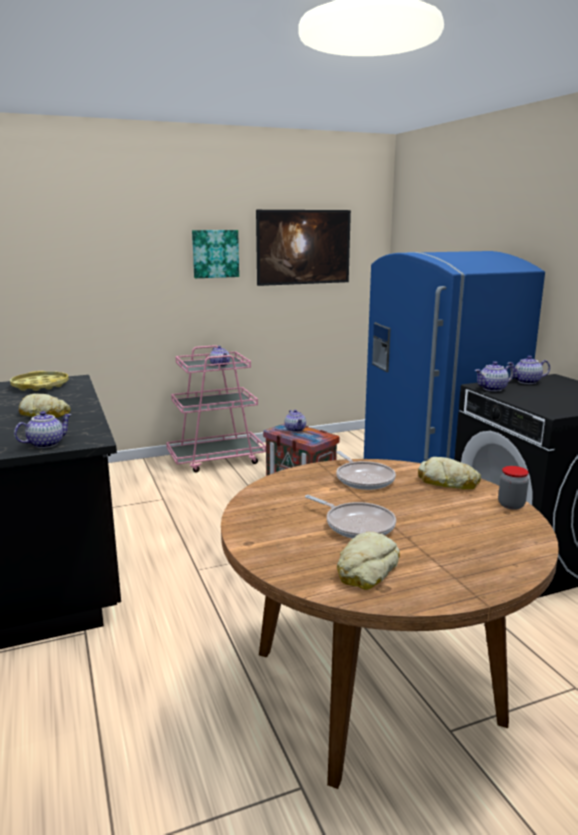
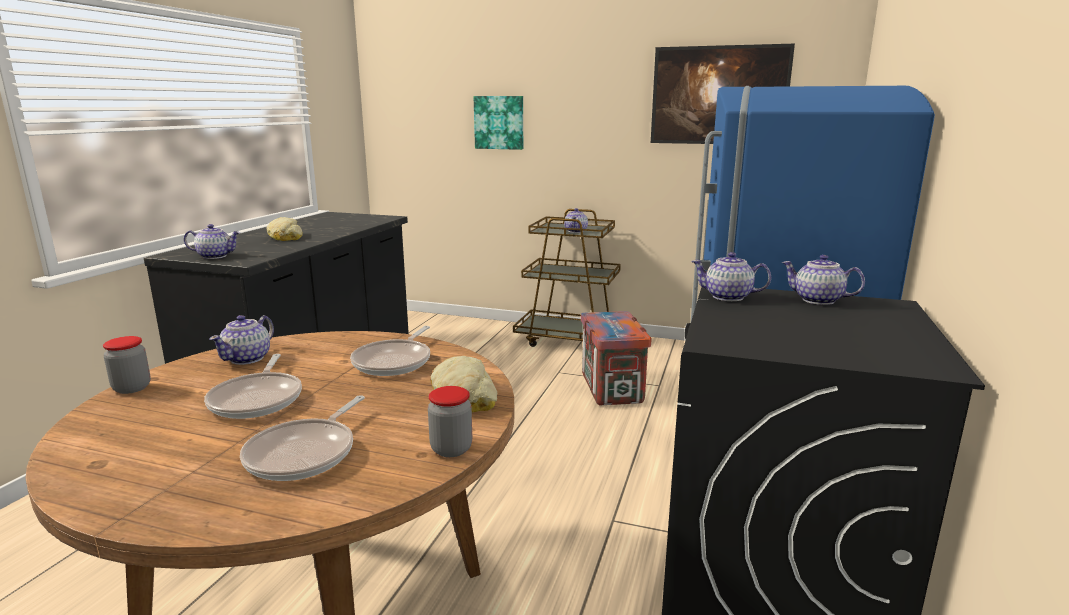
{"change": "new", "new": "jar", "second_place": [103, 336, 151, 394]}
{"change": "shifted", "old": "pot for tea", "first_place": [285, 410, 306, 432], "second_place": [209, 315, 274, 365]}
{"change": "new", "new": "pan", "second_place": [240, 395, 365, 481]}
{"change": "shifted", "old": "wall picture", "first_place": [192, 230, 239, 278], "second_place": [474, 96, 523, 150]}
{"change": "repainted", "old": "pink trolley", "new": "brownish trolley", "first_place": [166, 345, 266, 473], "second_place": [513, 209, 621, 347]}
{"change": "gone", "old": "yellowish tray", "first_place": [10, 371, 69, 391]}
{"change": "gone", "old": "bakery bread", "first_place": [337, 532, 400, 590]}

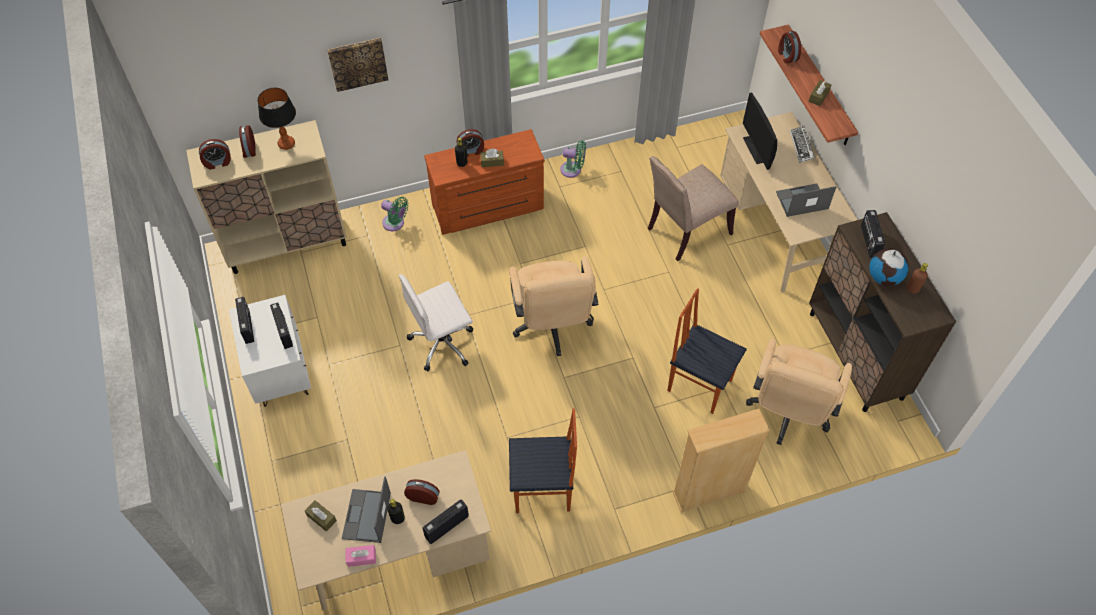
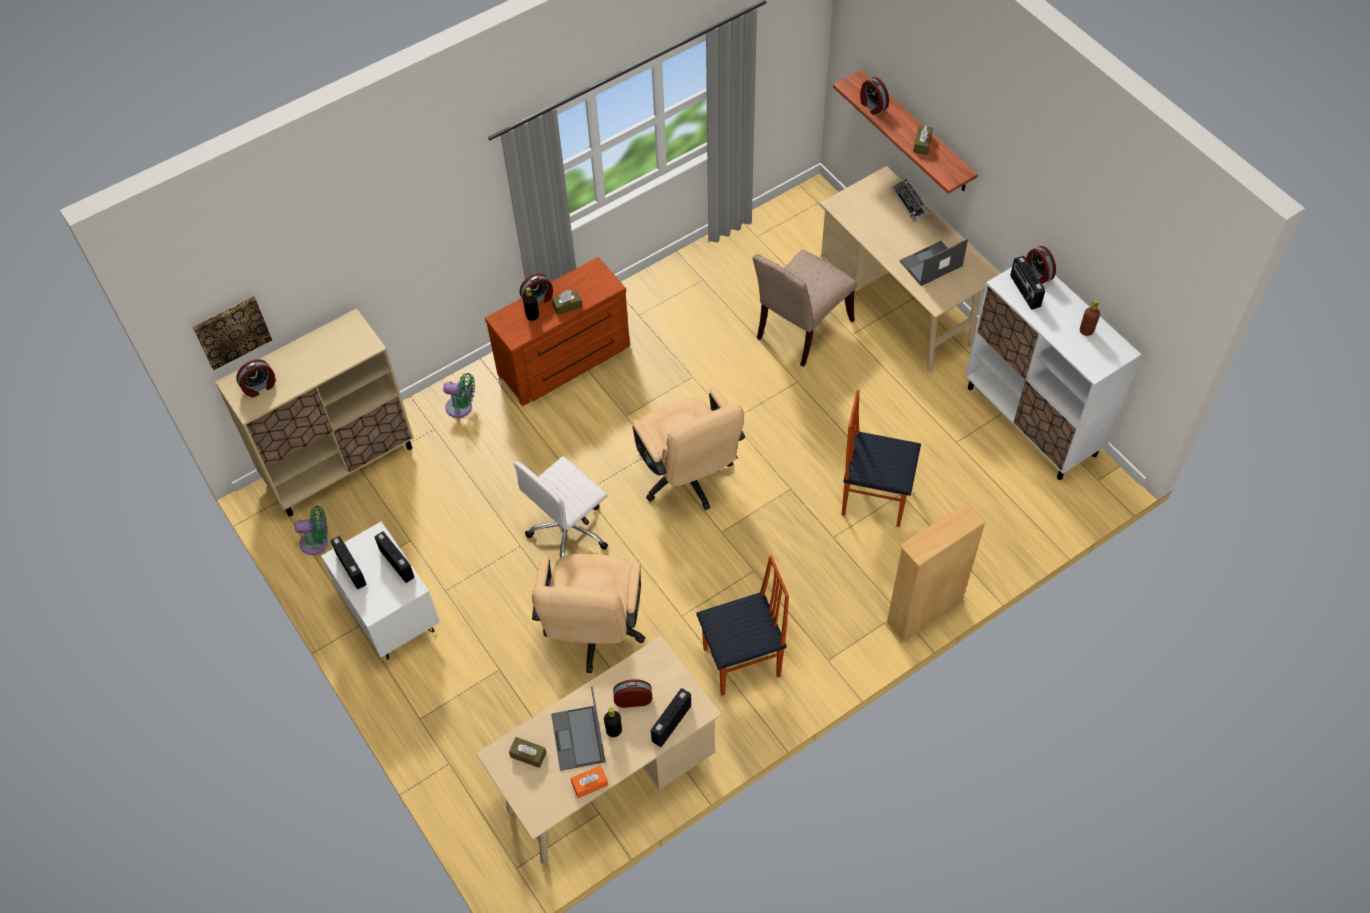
{"change": "shifted", "old": "wall picture", "first_place": [327, 38, 388, 92], "second_place": [192, 296, 272, 370]}
{"change": "shifted", "old": "green fan", "first_place": [560, 140, 586, 178], "second_place": [295, 506, 328, 555]}
{"change": "shifted", "old": "beige-coloured computer chair", "first_place": [746, 338, 852, 445], "second_place": [532, 554, 645, 673]}
{"change": "repainted", "old": "pink tissue holder", "new": "orange tissue holder", "first_place": [345, 545, 376, 567], "second_place": [571, 765, 608, 798]}
{"change": "repainted", "old": "brownish storage cabinet", "new": "white storage cabinet", "first_place": [809, 212, 956, 412], "second_place": [965, 267, 1141, 480]}
{"change": "shifted", "old": "bedside clock", "first_place": [239, 125, 256, 158], "second_place": [1026, 246, 1056, 284]}
{"change": "gone", "old": "lamp for a table", "first_place": [258, 88, 296, 150]}
{"change": "gone", "old": "computer screen", "first_place": [743, 93, 777, 170]}
{"change": "gone", "old": "globe", "first_place": [869, 249, 909, 286]}

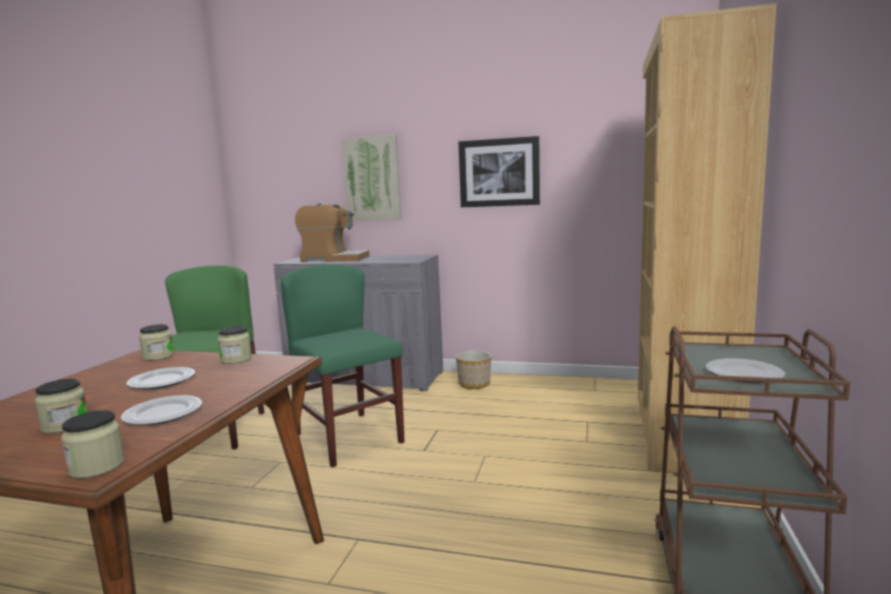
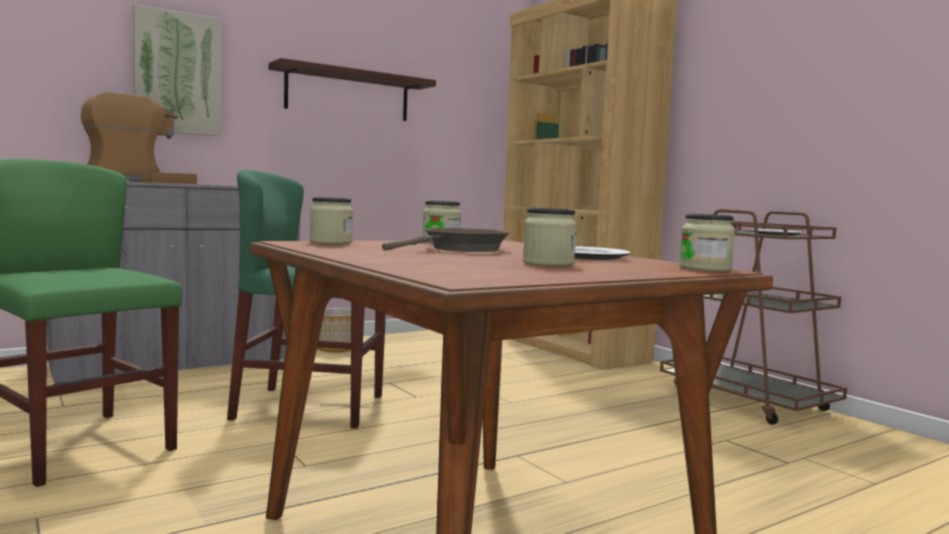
{"change": "swapped", "old": "wall picture", "new": "wall shelf", "first_place": [458, 136, 540, 207], "second_place": [269, 58, 436, 121]}
{"change": "swapped", "old": "dinner plate", "new": "brownish pan", "first_place": [126, 367, 195, 390], "second_place": [382, 228, 510, 252]}

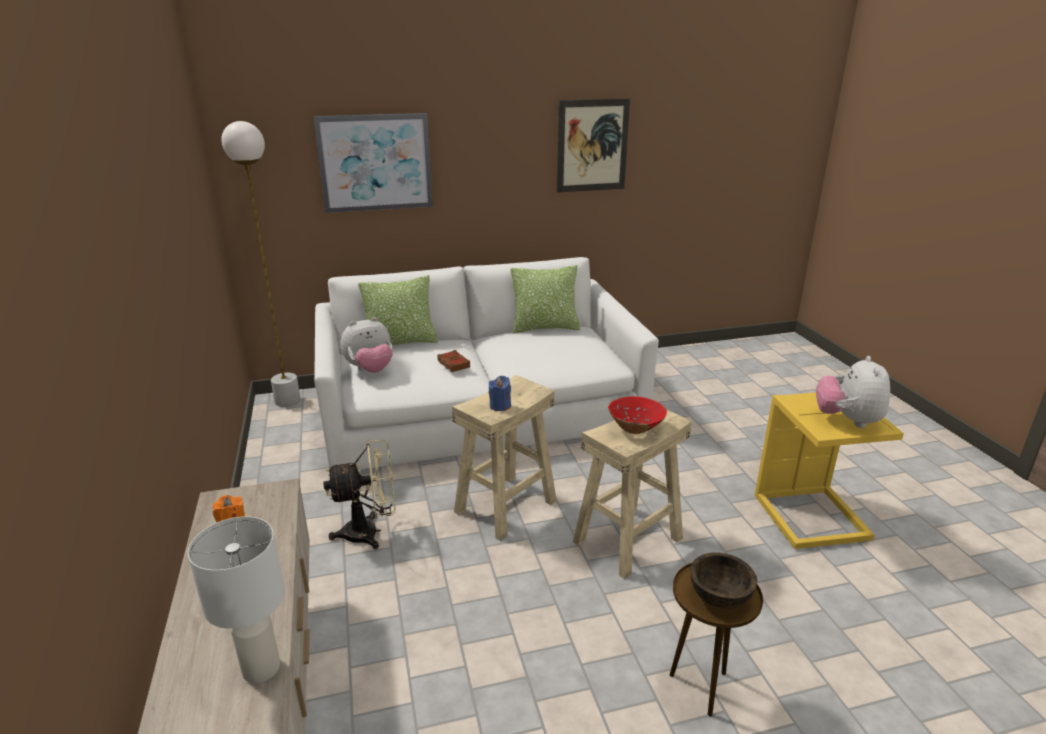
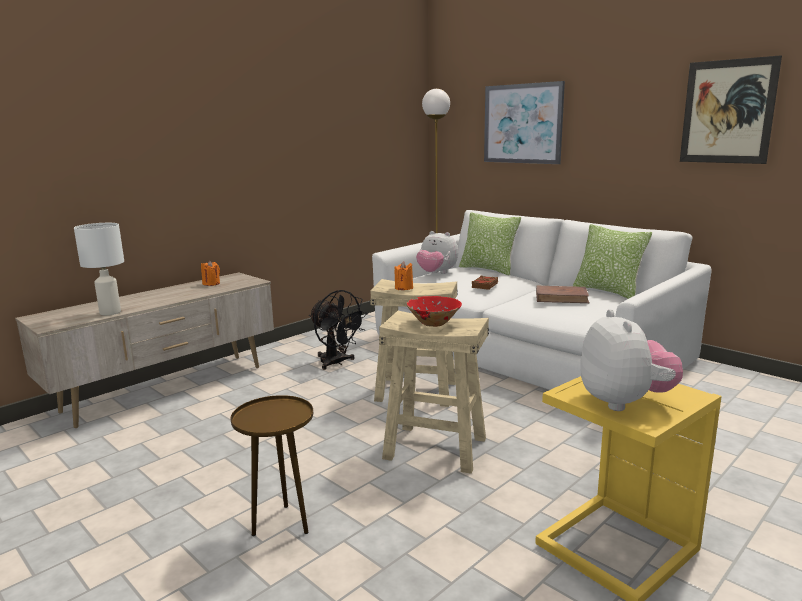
{"change": "repainted", "old": "beige-coloured fan", "new": "blackish fan", "first_place": [323, 439, 396, 549], "second_place": [309, 290, 368, 370]}
{"change": "repainted", "old": "bluish wax candle", "new": "orange wax candle", "first_place": [489, 376, 511, 411], "second_place": [394, 262, 413, 290]}
{"change": "new", "new": "brownish volume", "second_place": [536, 286, 590, 303]}
{"change": "rotated", "old": "plush toy", "first_place": [816, 356, 890, 428], "second_place": [580, 309, 683, 411], "degrees": 105}
{"change": "gone", "old": "brownish bowl", "first_place": [690, 553, 757, 609]}

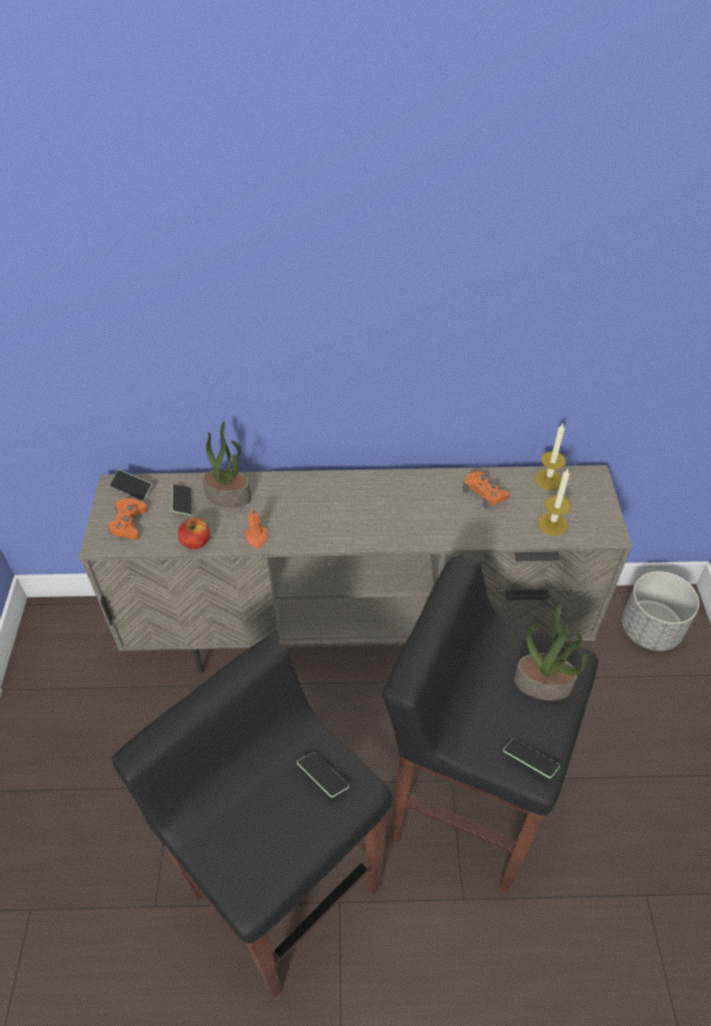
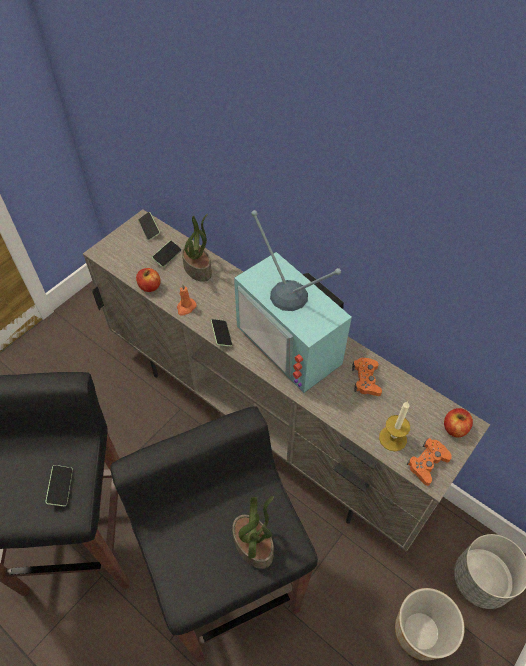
{"change": "shifted", "old": "handset", "first_place": [503, 739, 560, 778], "second_place": [211, 319, 233, 346]}
{"change": "new", "new": "television", "second_place": [234, 210, 352, 393]}
{"change": "new", "new": "plant pot", "second_place": [395, 588, 465, 661]}
{"change": "shifted", "old": "orange joypad", "first_place": [107, 498, 148, 540], "second_place": [407, 438, 452, 486]}
{"change": "new", "new": "whole apple", "second_place": [444, 408, 473, 438]}
{"change": "gone", "old": "wax candle", "first_place": [534, 424, 566, 490]}

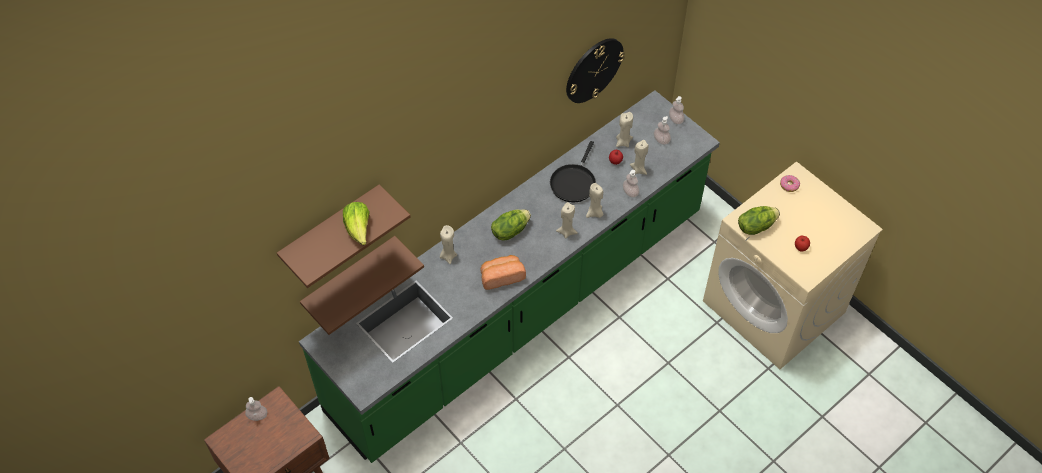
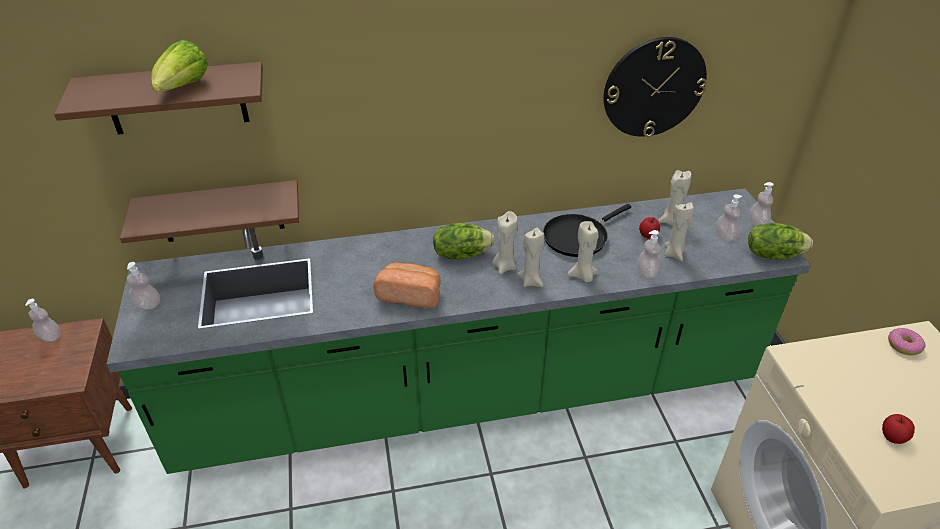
{"change": "new", "new": "soap dispenser", "second_place": [127, 262, 160, 310]}
{"change": "shifted", "old": "beige-coloured wax candle", "first_place": [440, 225, 457, 264], "second_place": [492, 211, 518, 274]}
{"change": "shifted", "old": "lettuce", "first_place": [738, 206, 780, 235], "second_place": [748, 223, 813, 259]}

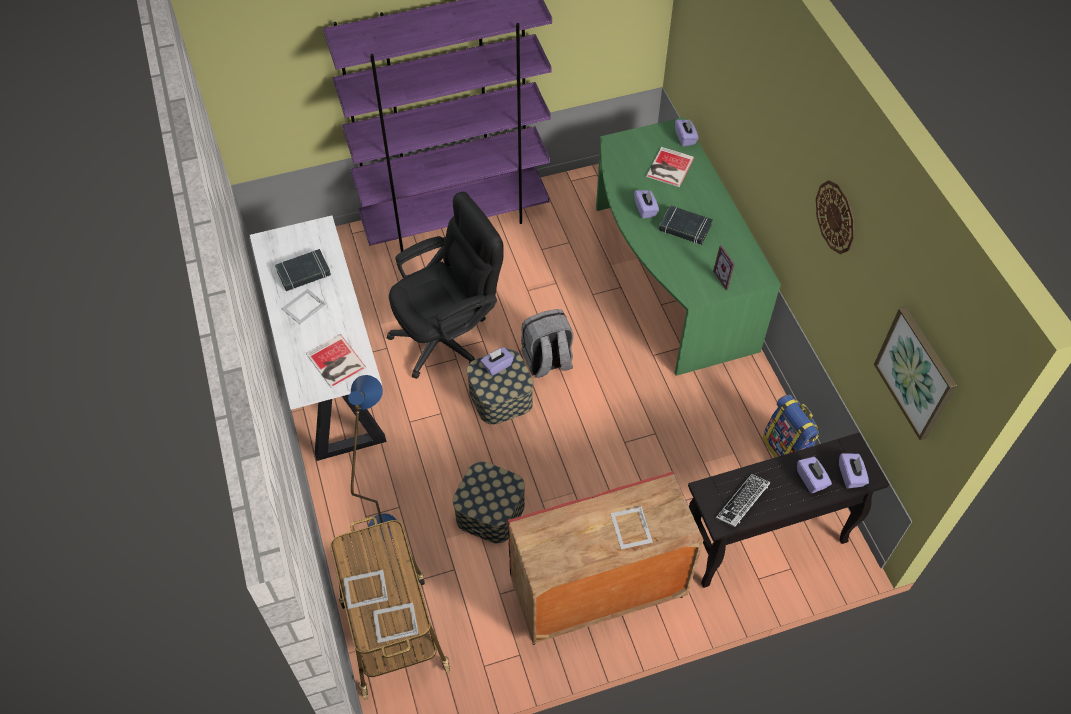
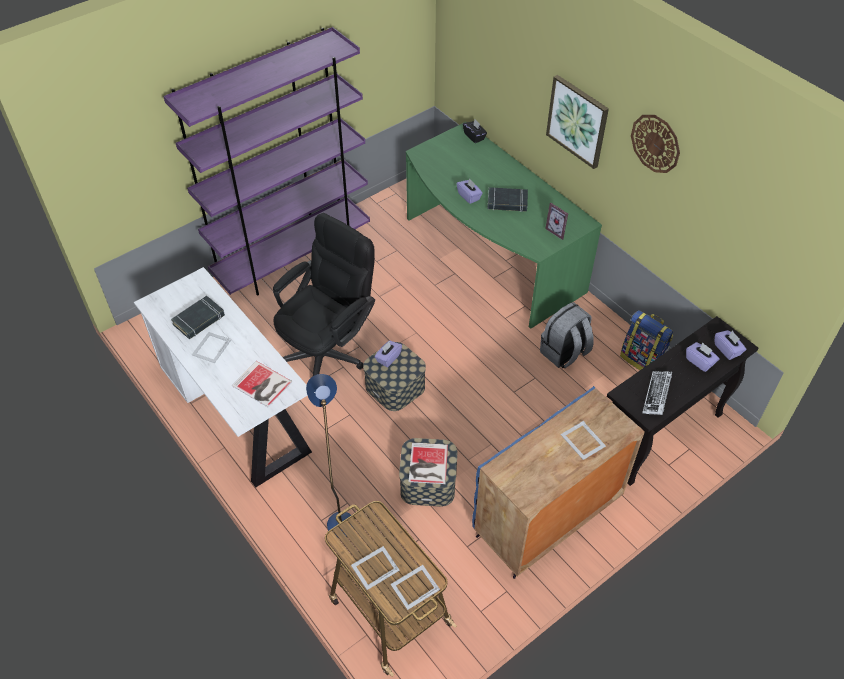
{"change": "shifted", "old": "volume", "first_place": [646, 147, 695, 187], "second_place": [409, 443, 448, 484]}
{"change": "repainted", "old": "purple tissue holder", "new": "blackish tissue holder", "first_place": [675, 119, 699, 147], "second_place": [463, 119, 487, 143]}
{"change": "repainted", "old": "red storage cabinet", "new": "bluish storage cabinet", "first_place": [508, 471, 704, 645], "second_place": [472, 386, 645, 579]}
{"change": "shifted", "old": "gray rucksack", "first_place": [521, 309, 574, 378], "second_place": [540, 302, 594, 368]}
{"change": "shifted", "old": "wall picture", "first_place": [874, 307, 957, 440], "second_place": [546, 75, 609, 169]}

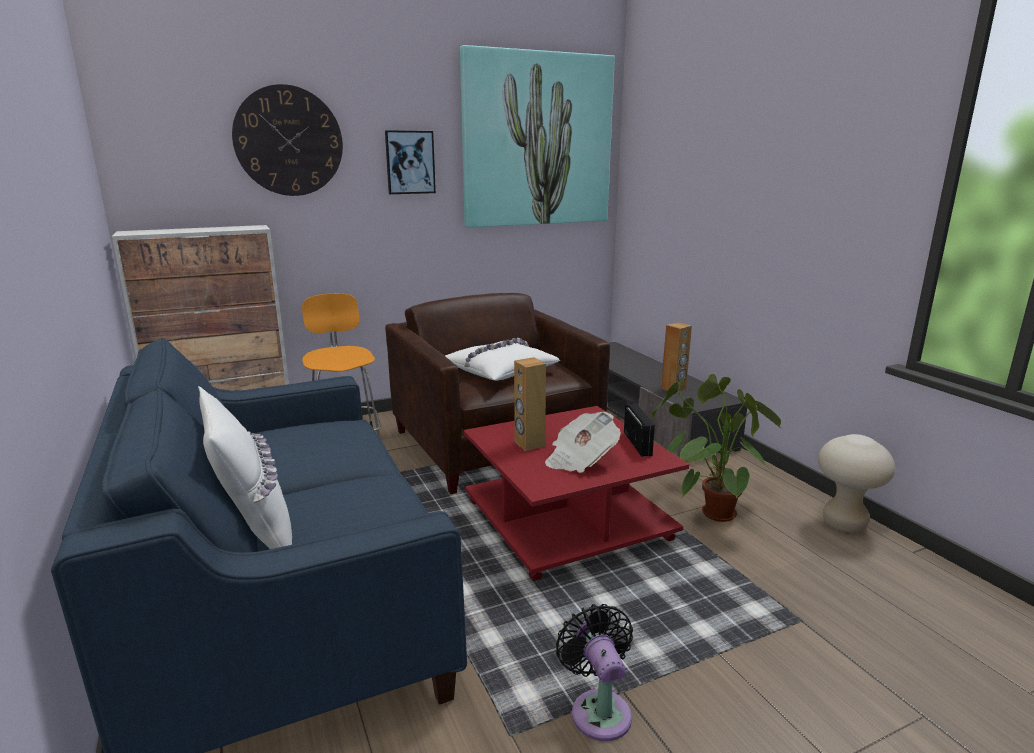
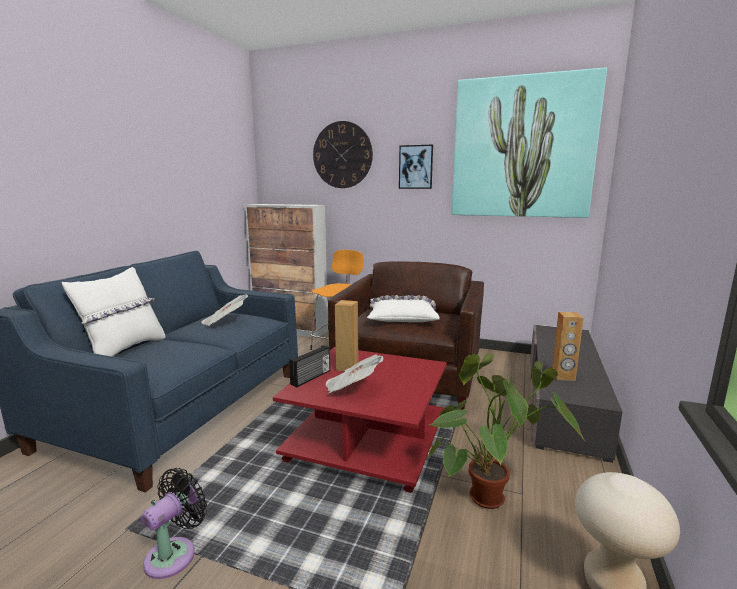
{"change": "new", "new": "daily paper", "second_place": [201, 294, 248, 326]}
{"change": "shifted", "old": "radio receiver", "first_place": [624, 403, 655, 457], "second_place": [289, 345, 330, 387]}

